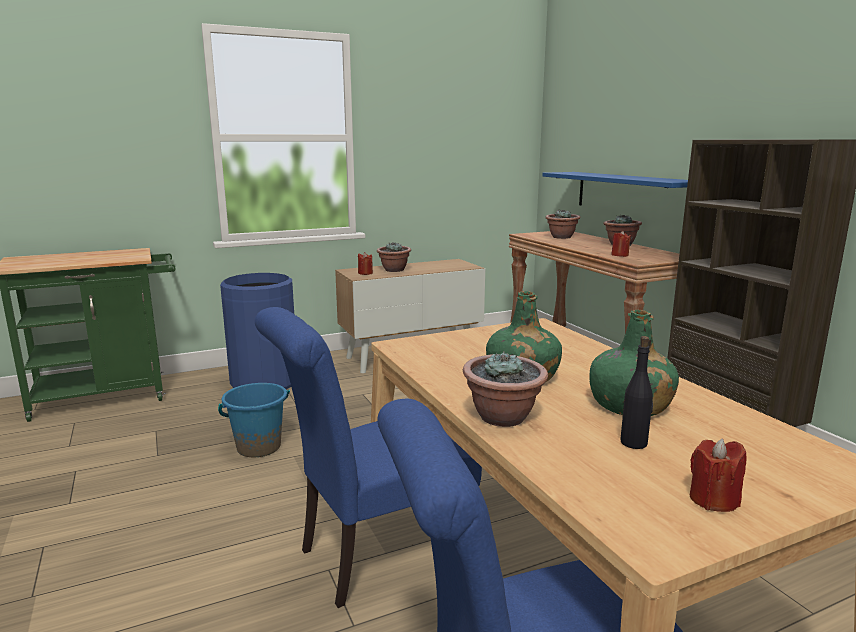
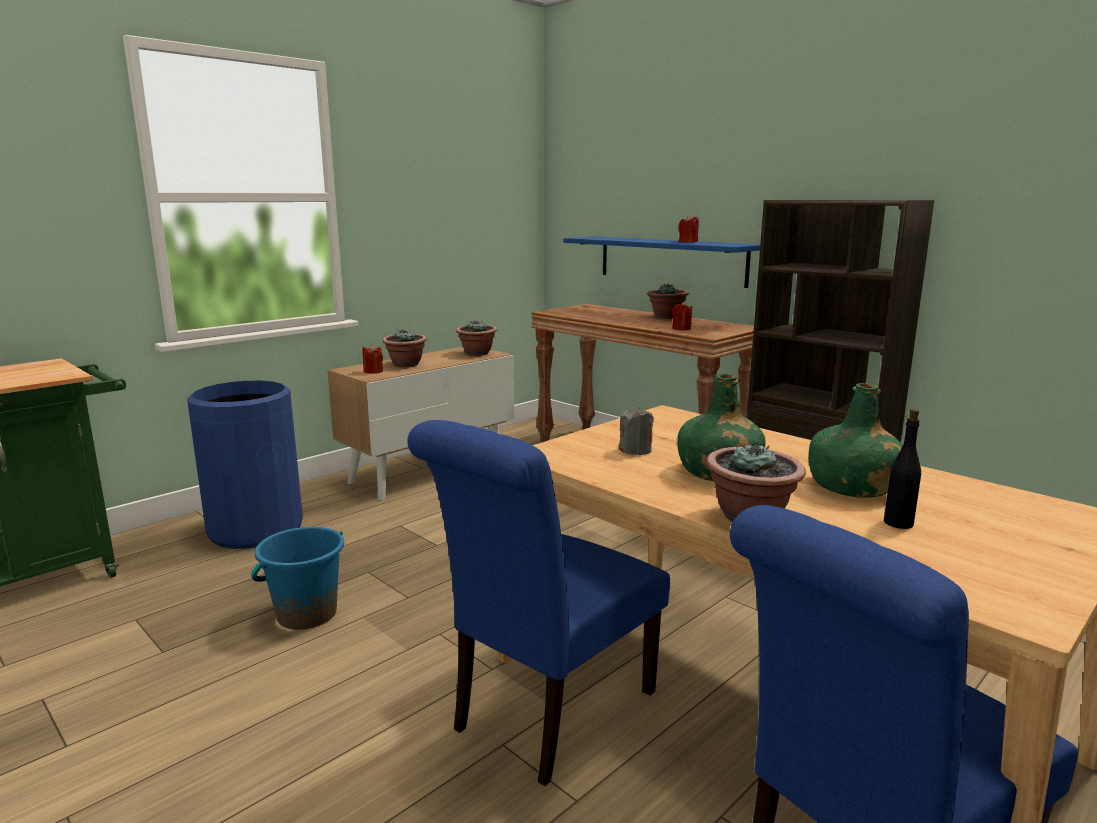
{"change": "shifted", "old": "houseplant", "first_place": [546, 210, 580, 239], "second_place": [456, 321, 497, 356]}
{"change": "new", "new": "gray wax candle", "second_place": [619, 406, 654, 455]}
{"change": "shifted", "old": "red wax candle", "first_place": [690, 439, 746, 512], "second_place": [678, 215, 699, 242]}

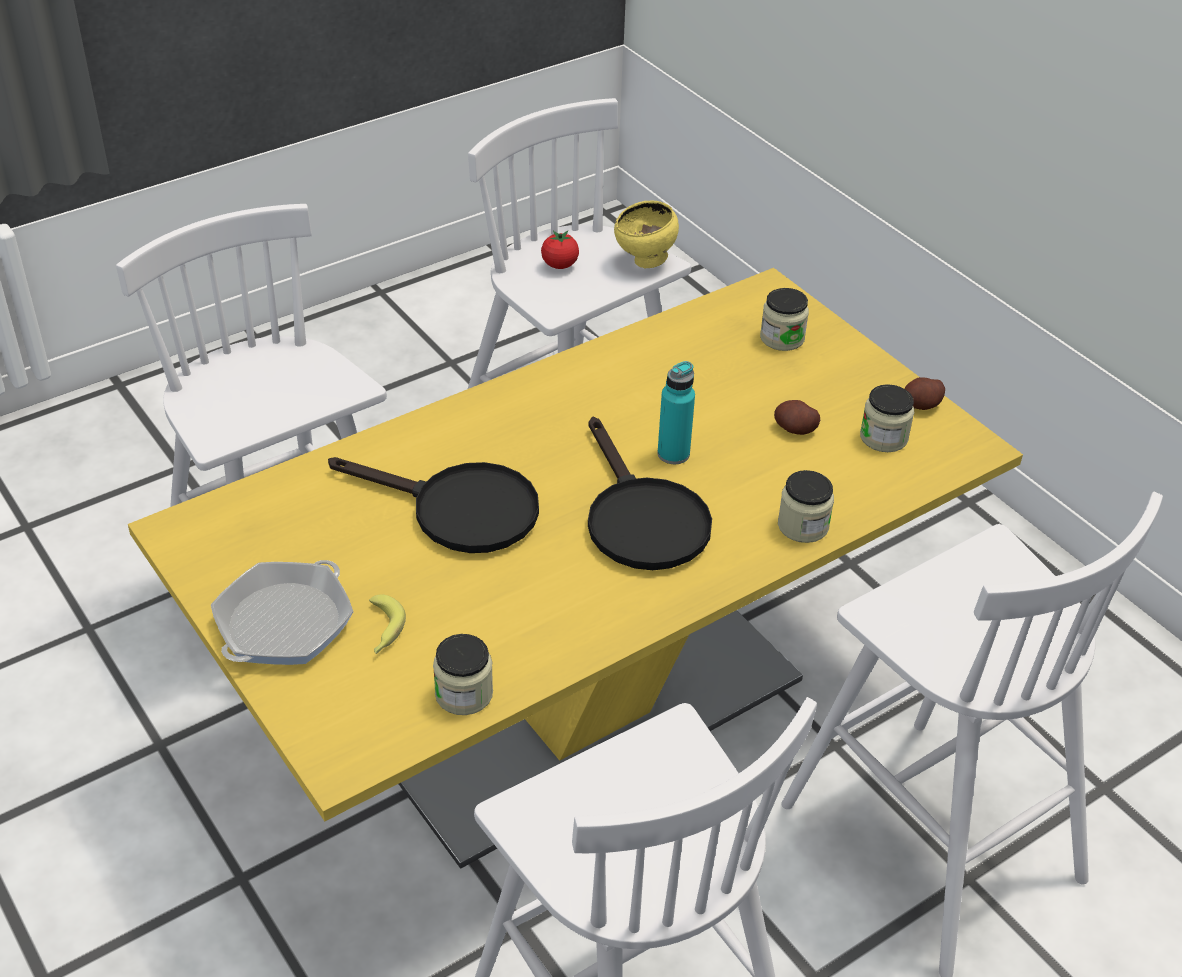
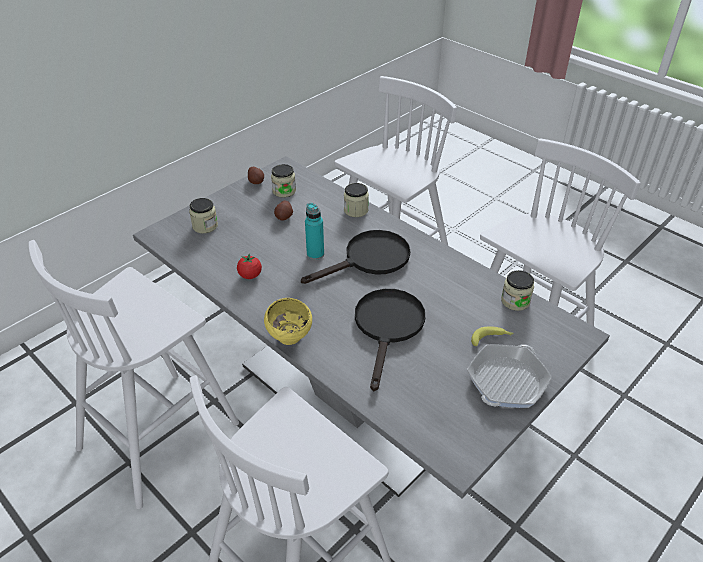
{"change": "repainted", "old": "yellowish dining table", "new": "gray dining table", "first_place": [128, 268, 1023, 869], "second_place": [133, 156, 610, 499]}
{"change": "shifted", "old": "fresh tomato", "first_place": [541, 231, 579, 269], "second_place": [237, 254, 262, 279]}
{"change": "shifted", "old": "yellowish bowl", "first_place": [614, 200, 679, 268], "second_place": [264, 298, 312, 345]}
{"change": "rotated", "old": "pan", "first_place": [211, 560, 353, 665], "second_place": [467, 344, 552, 408], "degrees": -75}

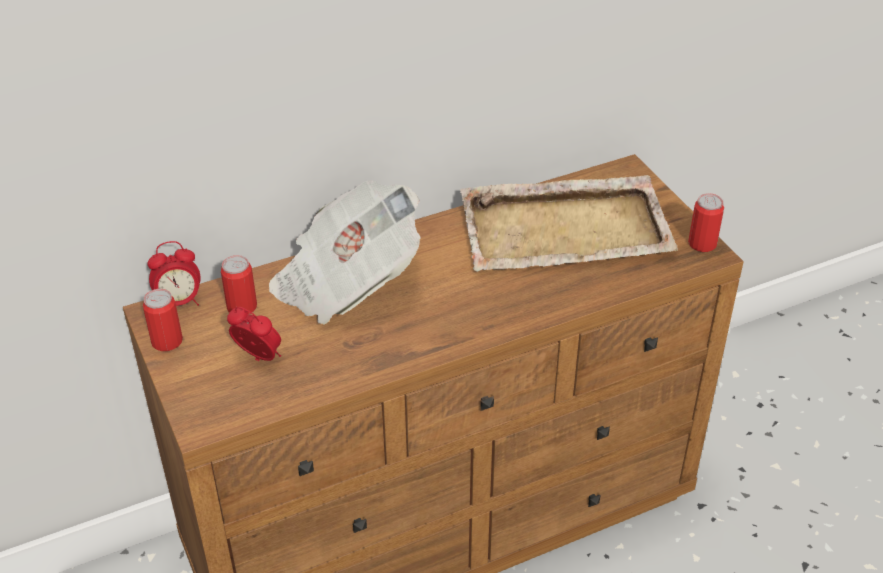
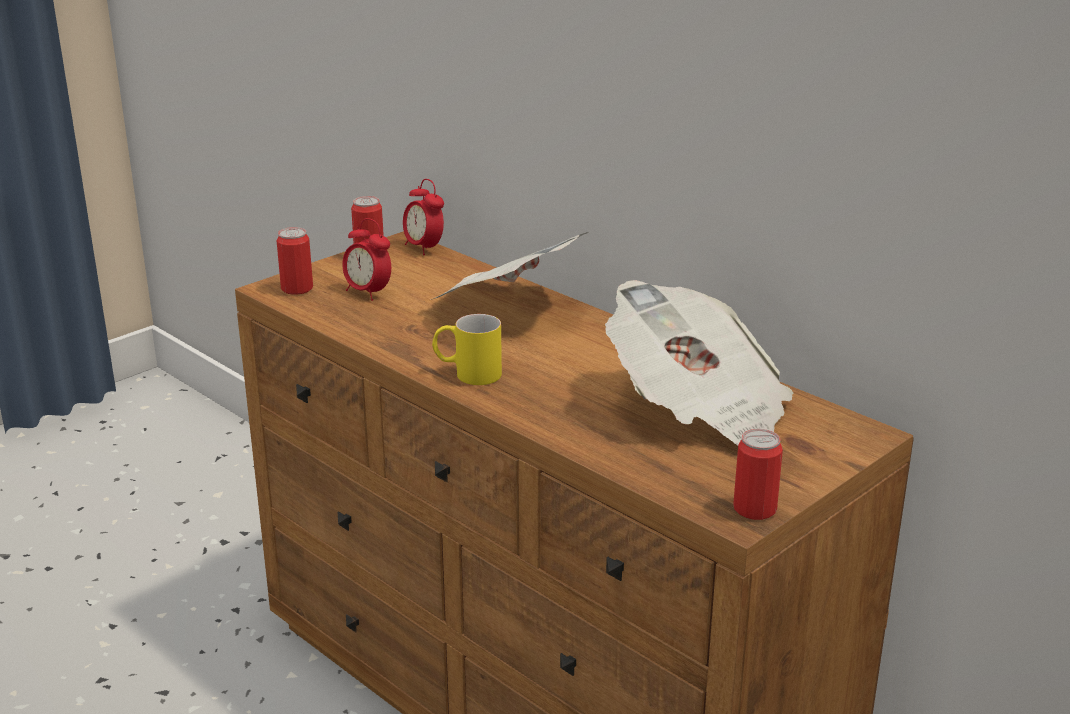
{"change": "shifted", "old": "metal can", "first_place": [221, 255, 257, 314], "second_place": [277, 227, 313, 295]}
{"change": "rotated", "old": "bedside clock", "first_place": [227, 307, 281, 361], "second_place": [342, 218, 391, 301], "degrees": 120}
{"change": "new", "new": "yellowish coffee mug", "second_place": [432, 314, 502, 385]}
{"change": "swapped", "old": "beige-coloured tray", "new": "daily paper", "first_place": [460, 175, 678, 272], "second_place": [605, 280, 793, 446]}

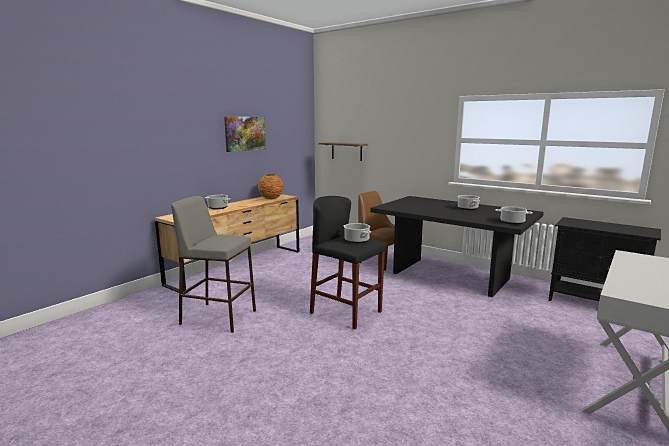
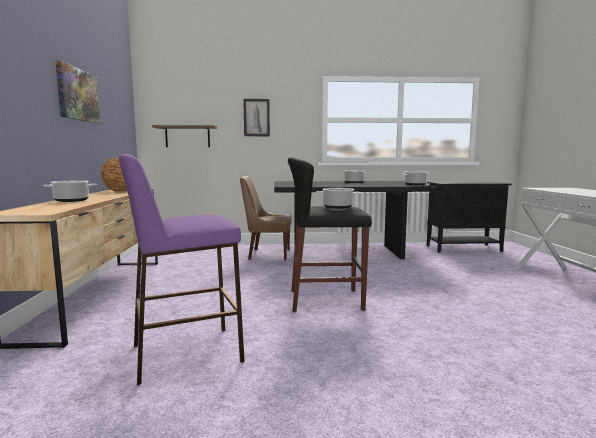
{"change": "repainted", "old": "gray stool seat", "new": "purple stool seat", "first_place": [171, 196, 256, 333], "second_place": [119, 154, 245, 385]}
{"change": "new", "new": "wall picture", "second_place": [243, 99, 270, 136]}

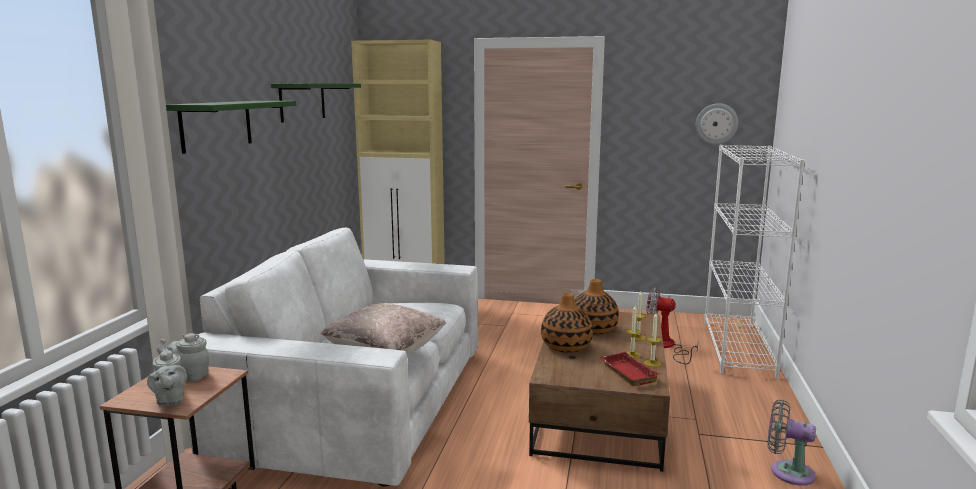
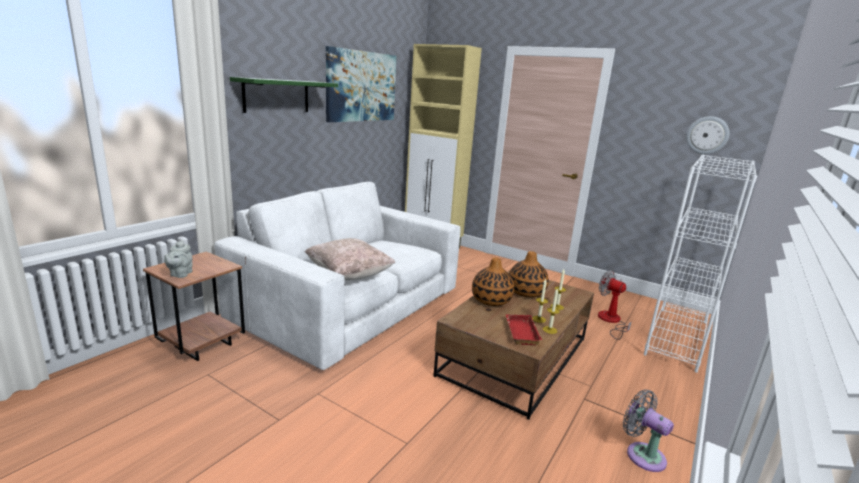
{"change": "swapped", "old": "green wall shelf", "new": "wall picture", "first_place": [271, 84, 361, 123], "second_place": [326, 46, 396, 122]}
{"change": "gone", "old": "gray pot for tea", "first_place": [157, 333, 209, 382]}

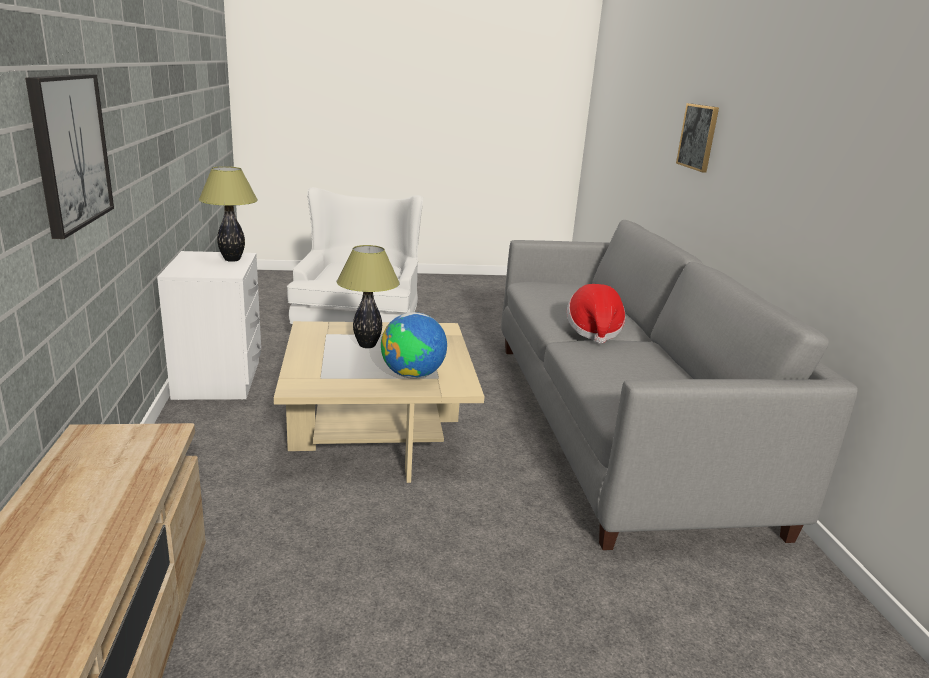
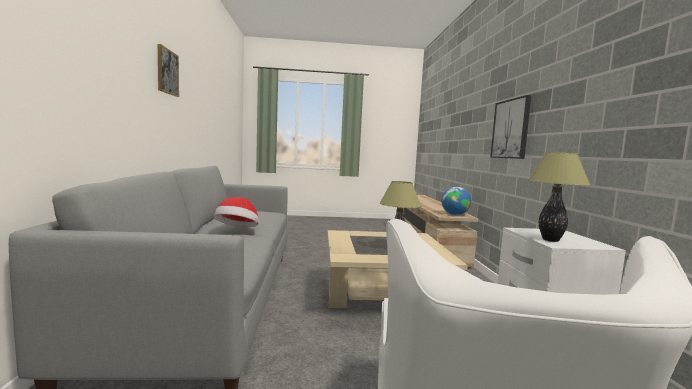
{"change": "shifted", "old": "wall picture", "first_place": [676, 103, 719, 173], "second_place": [158, 44, 179, 97]}
{"change": "shifted", "old": "globe", "first_place": [381, 312, 447, 379], "second_place": [441, 187, 471, 215]}

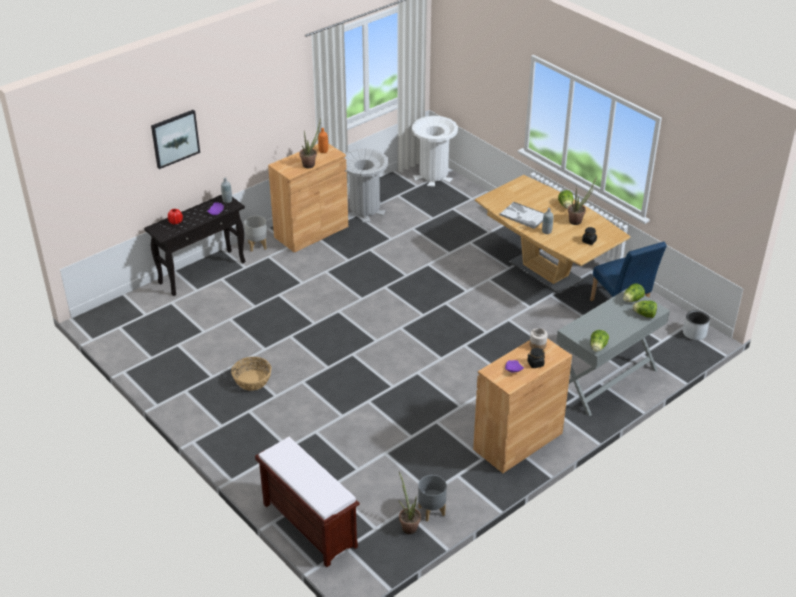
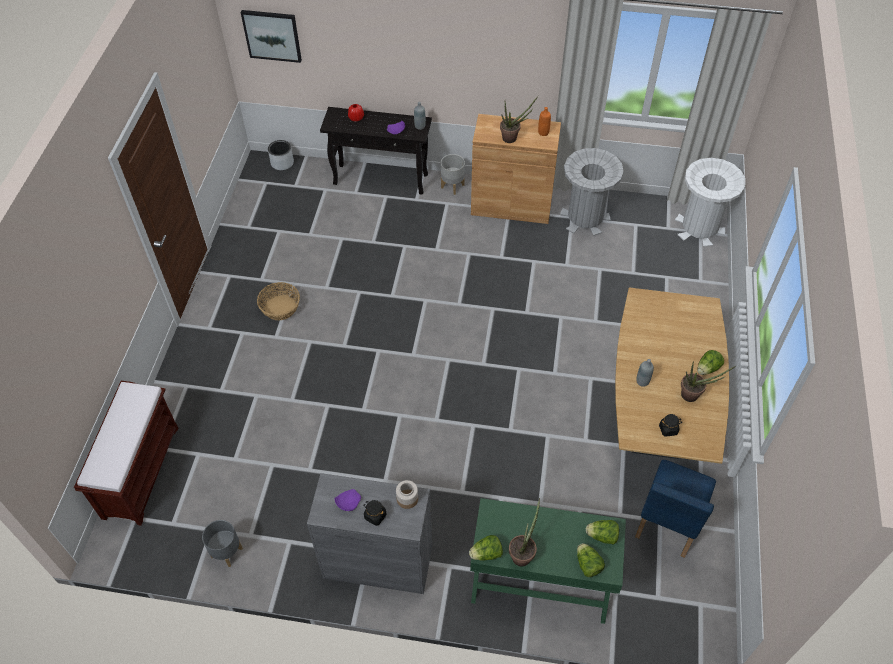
{"change": "shifted", "old": "wall picture", "first_place": [151, 110, 200, 169], "second_place": [241, 10, 302, 63]}
{"change": "shifted", "old": "gray plant pot", "first_place": [683, 310, 710, 340], "second_place": [268, 140, 294, 170]}
{"change": "repainted", "old": "brownish storage cabinet", "new": "gray storage cabinet", "first_place": [473, 338, 572, 473], "second_place": [307, 473, 432, 594]}
{"change": "repainted", "old": "gray desk unit", "new": "green desk unit", "first_place": [556, 289, 670, 416], "second_place": [470, 498, 626, 624]}
{"change": "shifted", "old": "houseplant", "first_place": [398, 472, 421, 534], "second_place": [509, 498, 540, 567]}
{"change": "gone", "old": "tray", "first_place": [499, 202, 544, 229]}

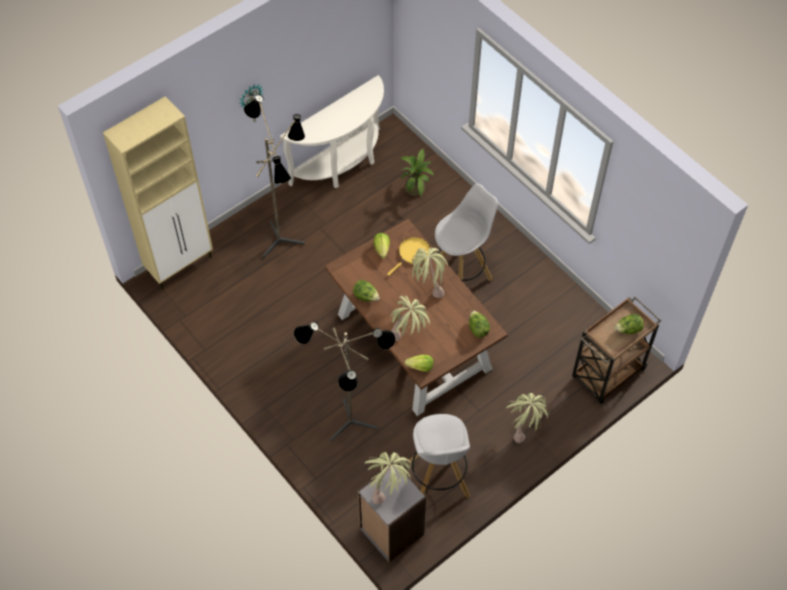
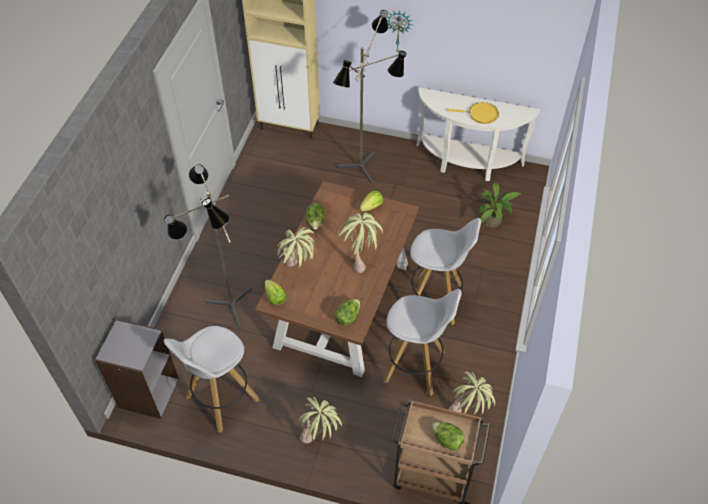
{"change": "new", "new": "white stool seat", "second_place": [383, 289, 462, 396]}
{"change": "shifted", "old": "yellowish pan", "first_place": [387, 237, 431, 276], "second_place": [447, 102, 499, 124]}
{"change": "shifted", "old": "houseplant", "first_place": [365, 452, 411, 505], "second_place": [449, 371, 495, 415]}

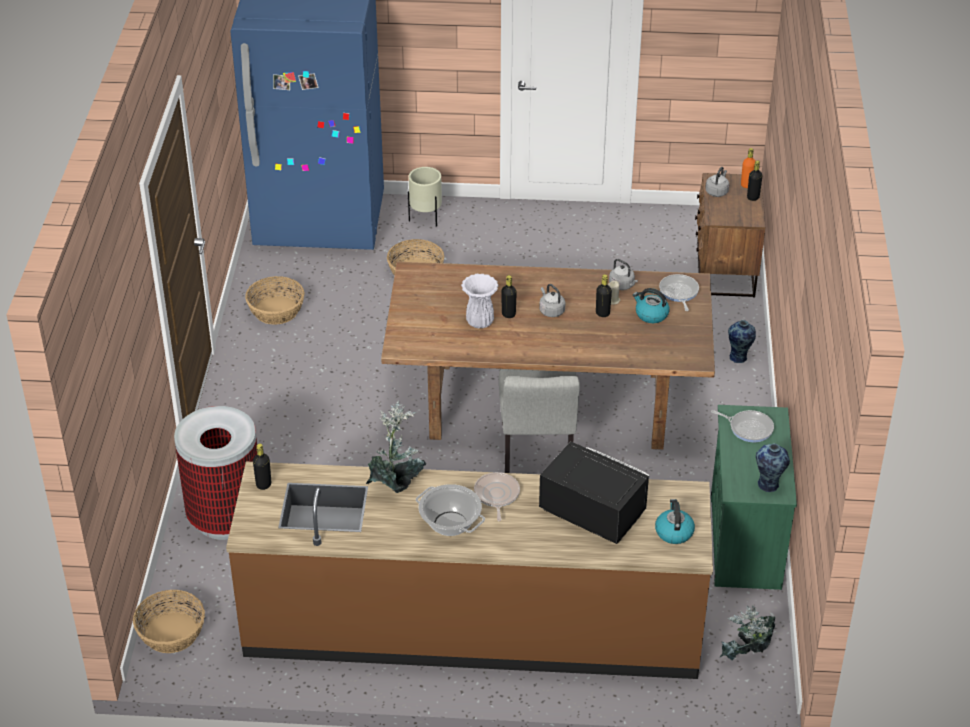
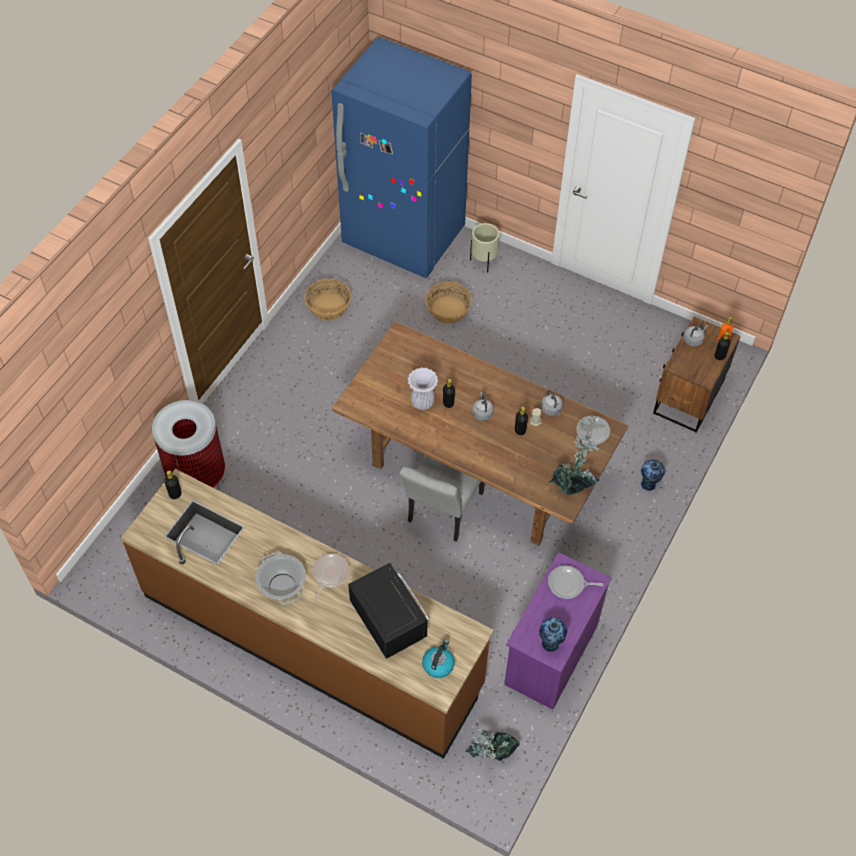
{"change": "repainted", "old": "green chest of drawers", "new": "purple chest of drawers", "first_place": [711, 405, 797, 590], "second_place": [504, 552, 612, 710]}
{"change": "rotated", "old": "pan", "first_place": [711, 410, 774, 442], "second_place": [548, 565, 604, 599], "degrees": 135}
{"change": "shifted", "old": "houseplant", "first_place": [366, 400, 426, 493], "second_place": [549, 434, 601, 495]}
{"change": "gone", "old": "storage basket", "first_place": [133, 590, 205, 653]}
{"change": "gone", "old": "tea kettle", "first_place": [633, 288, 670, 323]}

